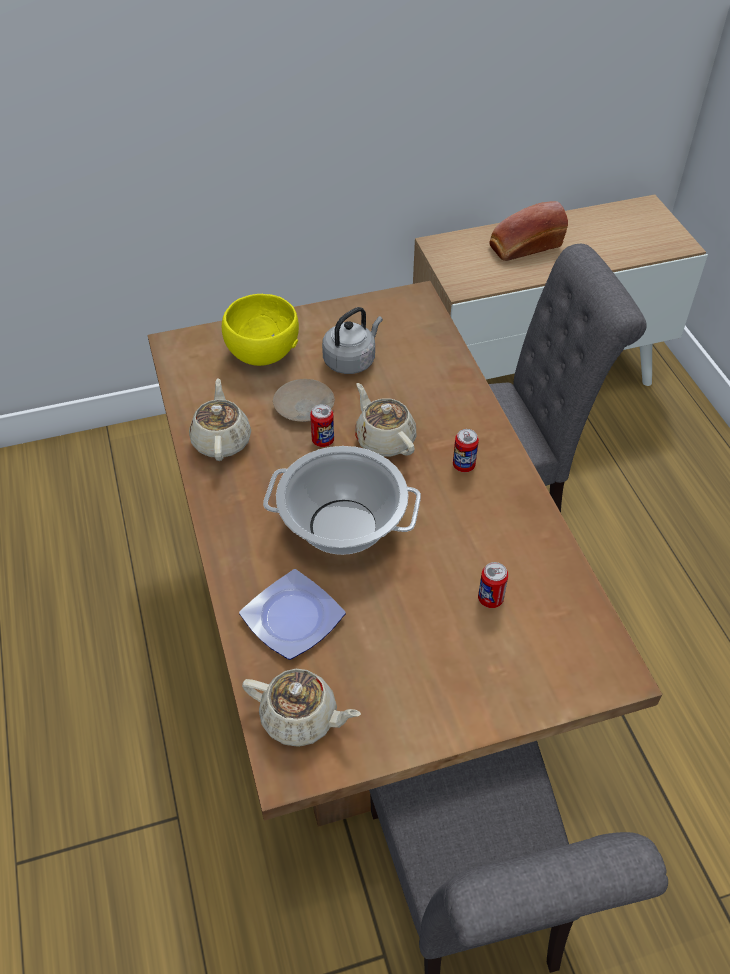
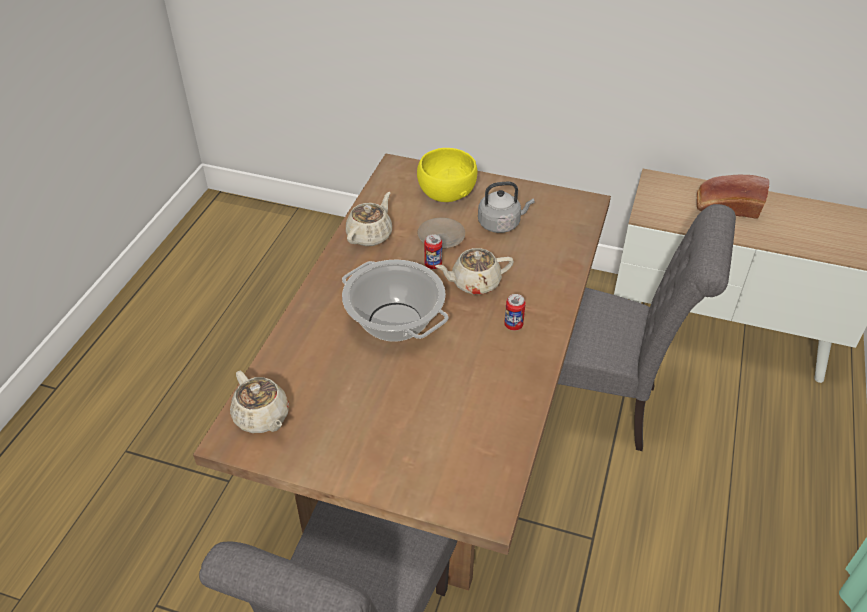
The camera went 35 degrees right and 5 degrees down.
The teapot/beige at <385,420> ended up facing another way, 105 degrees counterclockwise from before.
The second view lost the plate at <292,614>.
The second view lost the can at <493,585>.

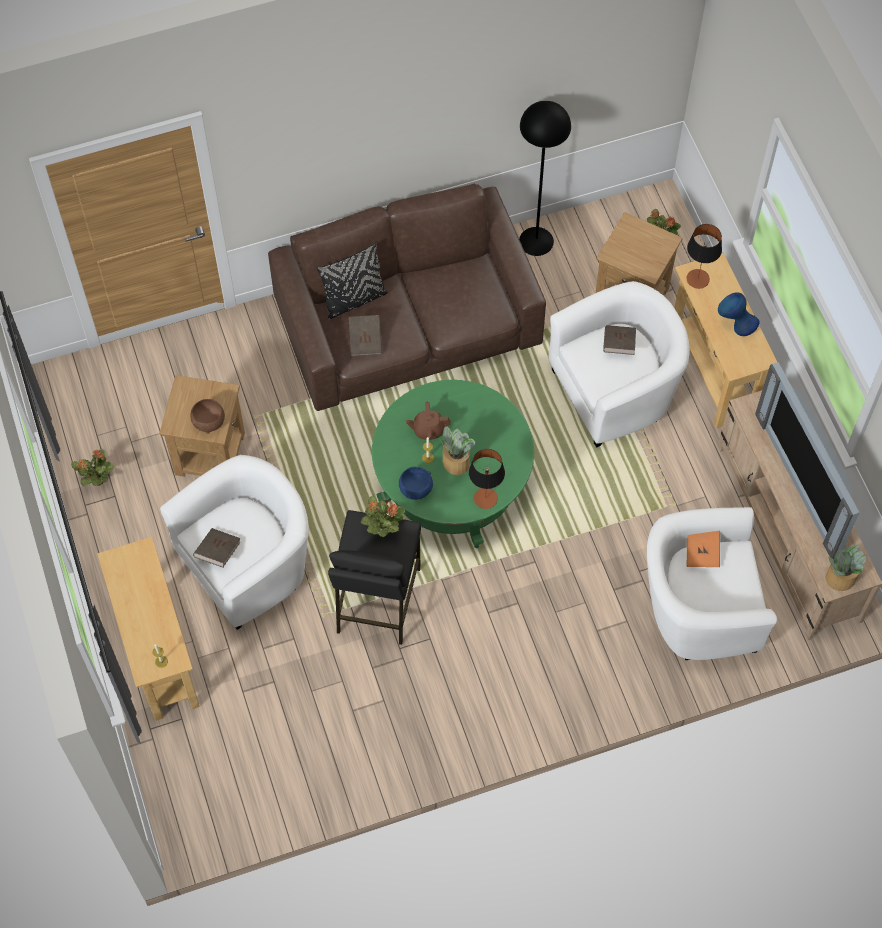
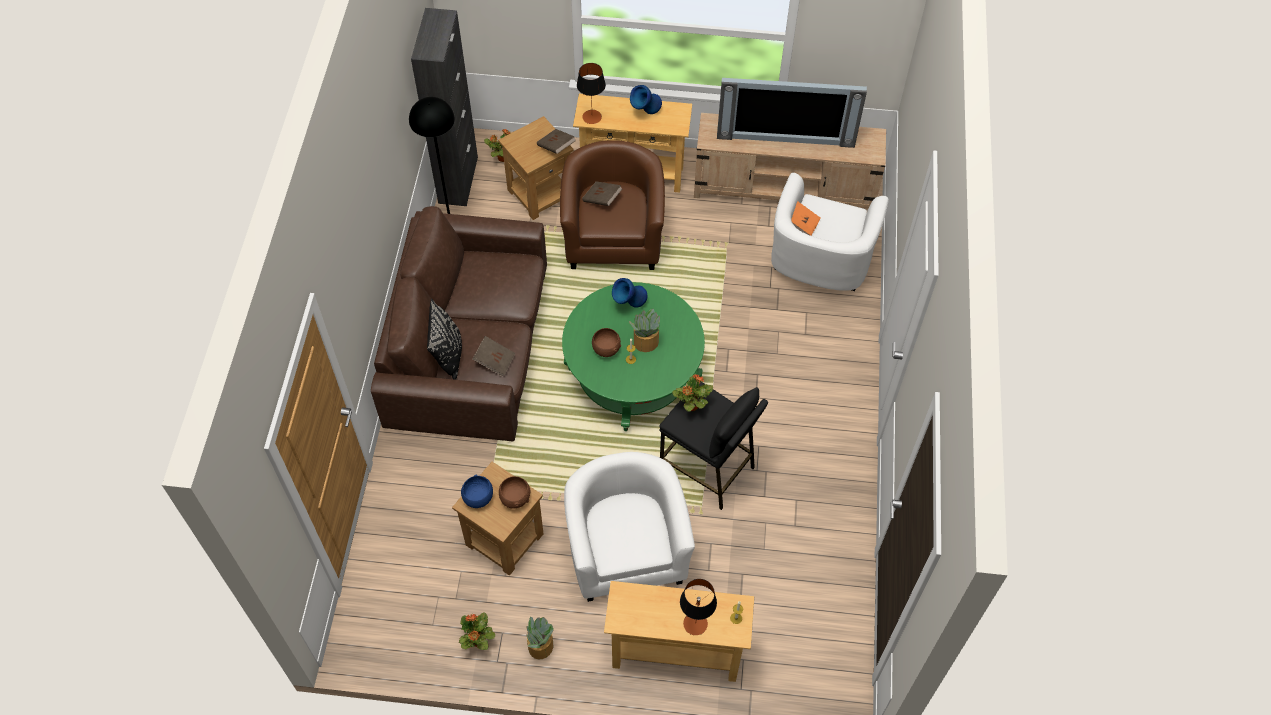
The camera went 65 degrees left and 5 degrees down.
The second view gained the cabinet/black at <444,107>.
The bowl/blue ended up elsewhere, having gone from <416,483> to <477,491>.
The potted plant ended up elsewhere, having gone from <846,568> to <540,638>.
The book/brown ended up elsewhere, having gone from <217,548> to <556,141>.
What was the armchair/white at <619,364> turned into the armchair/brown at <612,205>.
Where the teapot/brown stood at <428,421>, the bowl/brown came to stand at <606,342>.
The second view gained the vase/blue at <629,293>.
The table lamp ended up elsewhere, having gone from <487,479> to <698,607>.

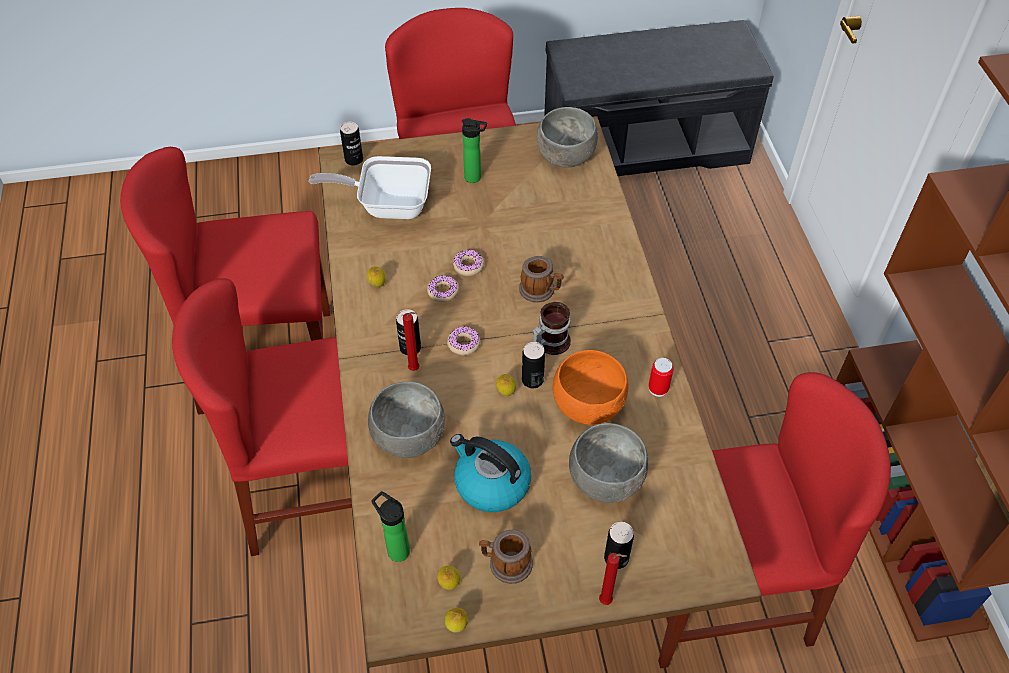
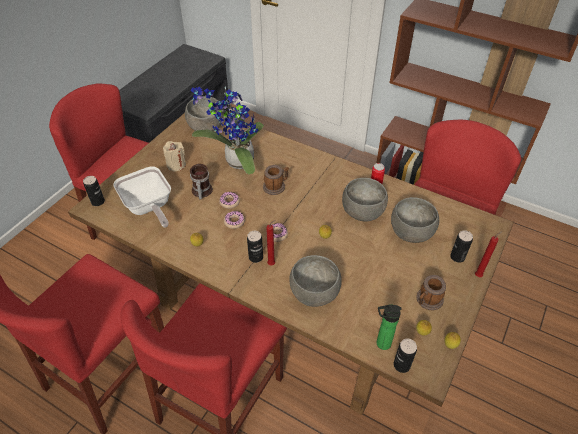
The camera went 50 degrees left and 5 degrees down.
The frying pan at <370,187> ended up facing another way, 75 degrees counterclockwise from before.
Where the bottle stood at <474,150>, the candle/beige came to stand at <174,156>.
The second view gained the potted plant at <227,130>.
The mug ended up elsewhere, having gone from <552,328> to <201,181>.
What was the bowl/orange at <590,387> turned into the bowl/grey at <365,199>.
The can ended up elsewhere, having gone from <533,365> to <405,356>.
The second view lost the kettle at <490,473>.

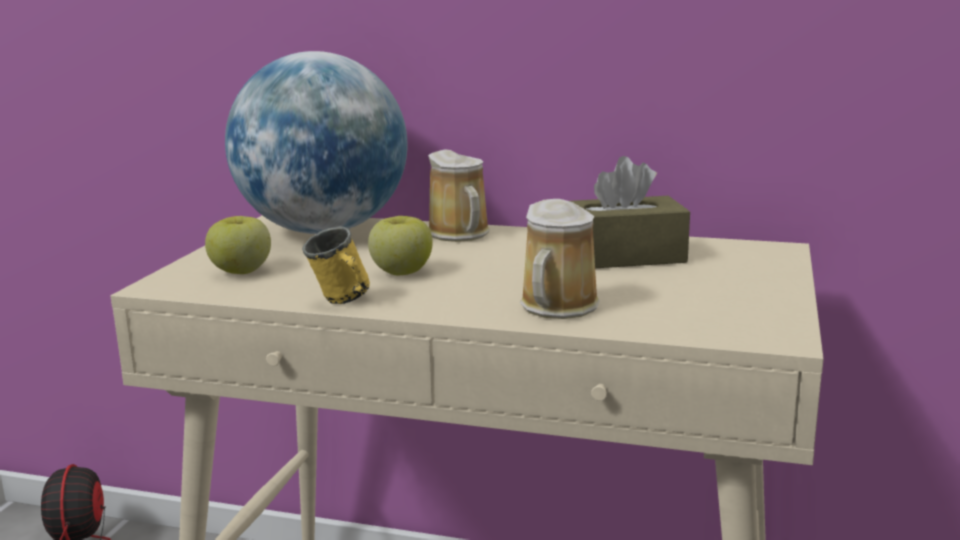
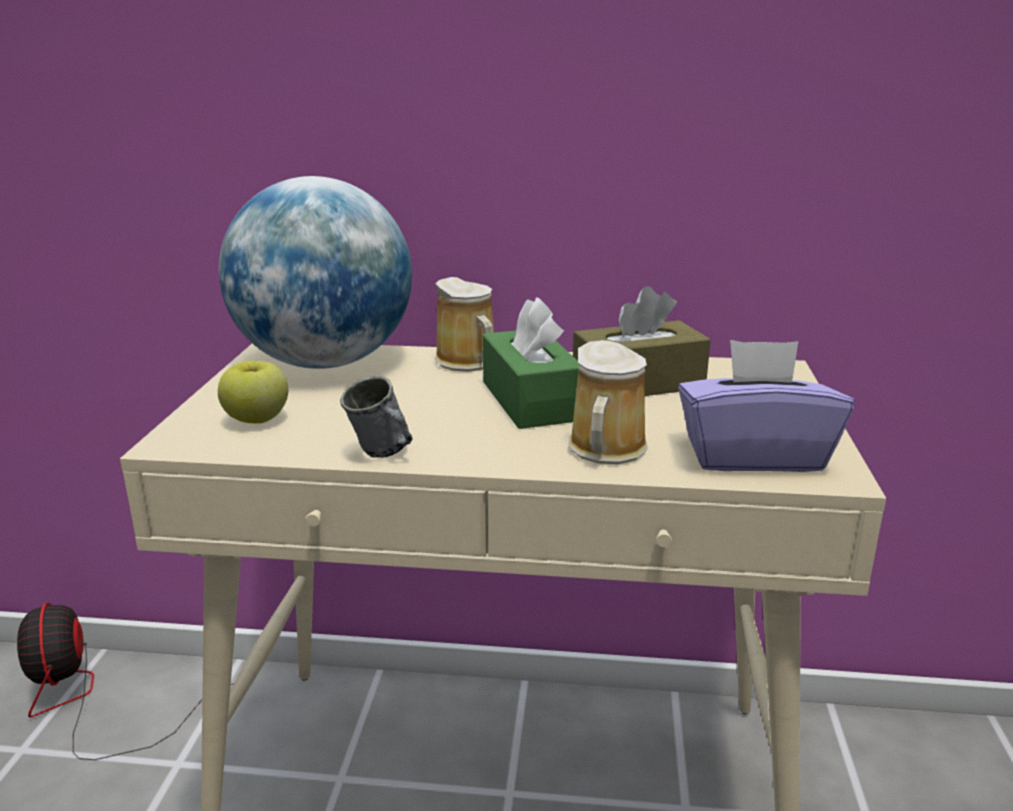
The camera went 10 degrees left and 5 degrees up.
What was the mug/yellow at <336,265> turned into the mug/grey at <376,417>.
The second view gained the tissue box/green at <531,363>.
The second view gained the tissue box/purple at <766,406>.
The second view lost the apple at <400,245>.

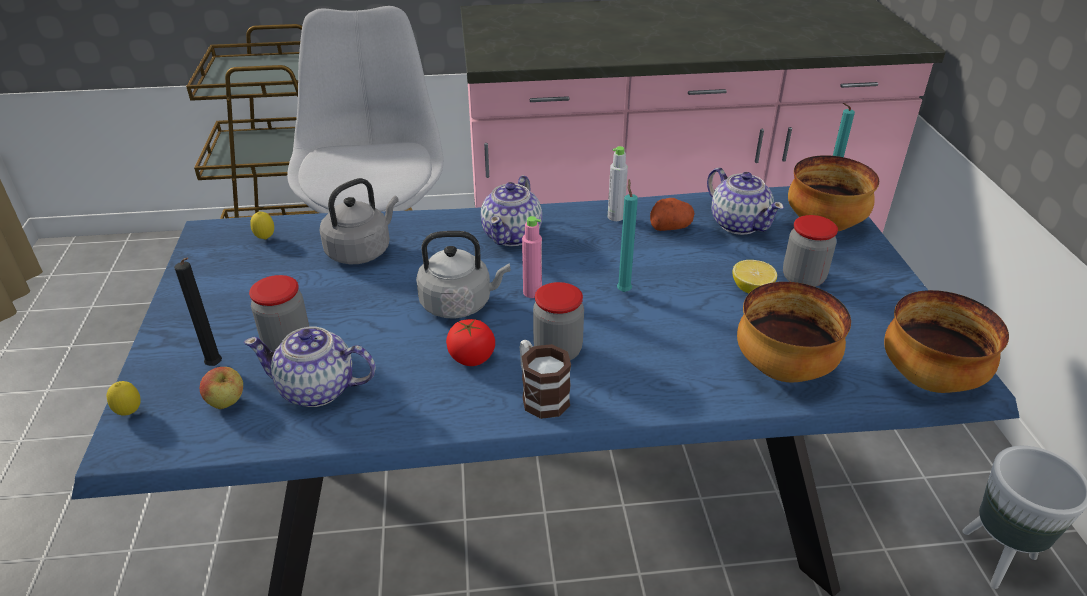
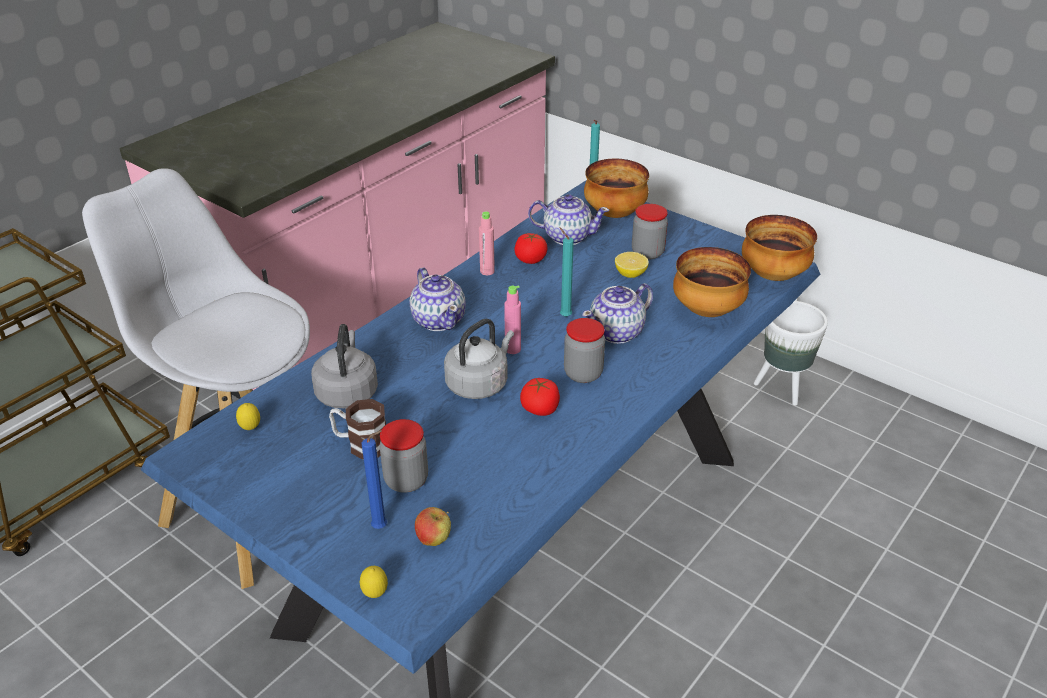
The camera went 45 degrees left and 0 degrees up.
The mug ended up elsewhere, having gone from <545,379> to <357,429>.
What was the candle/black at <198,312> turned into the candle/blue at <374,479>.
What was the bottle/grey at <618,183> turned into the bottle/pink at <487,243>.
Where the potato stood at <672,214>, the tomato came to stand at <531,248>.
The teapot ended up elsewhere, having gone from <310,367> to <617,313>.

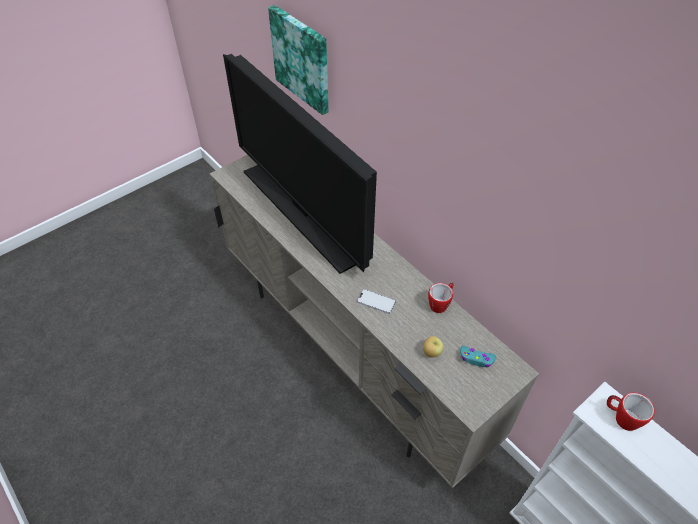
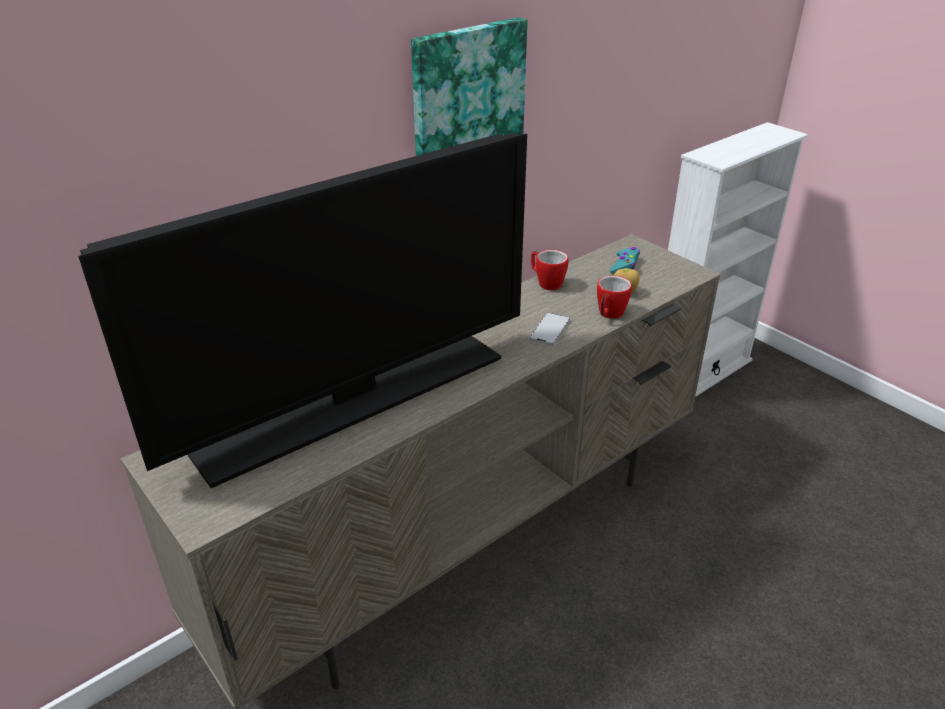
The camera went 90 degrees left and 15 degrees down.
The picture ended up elsewhere, having gone from <298,60> to <469,86>.
The mug ended up elsewhere, having gone from <631,412> to <614,297>.

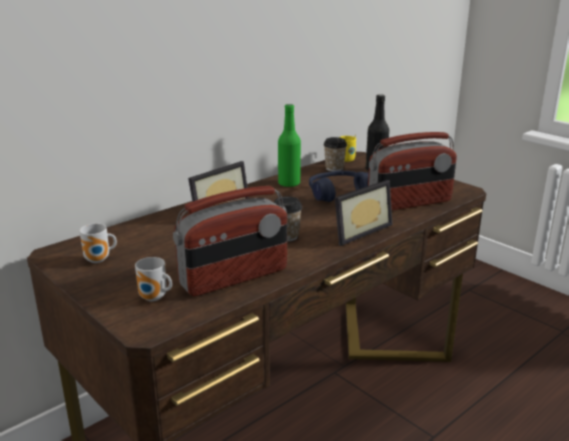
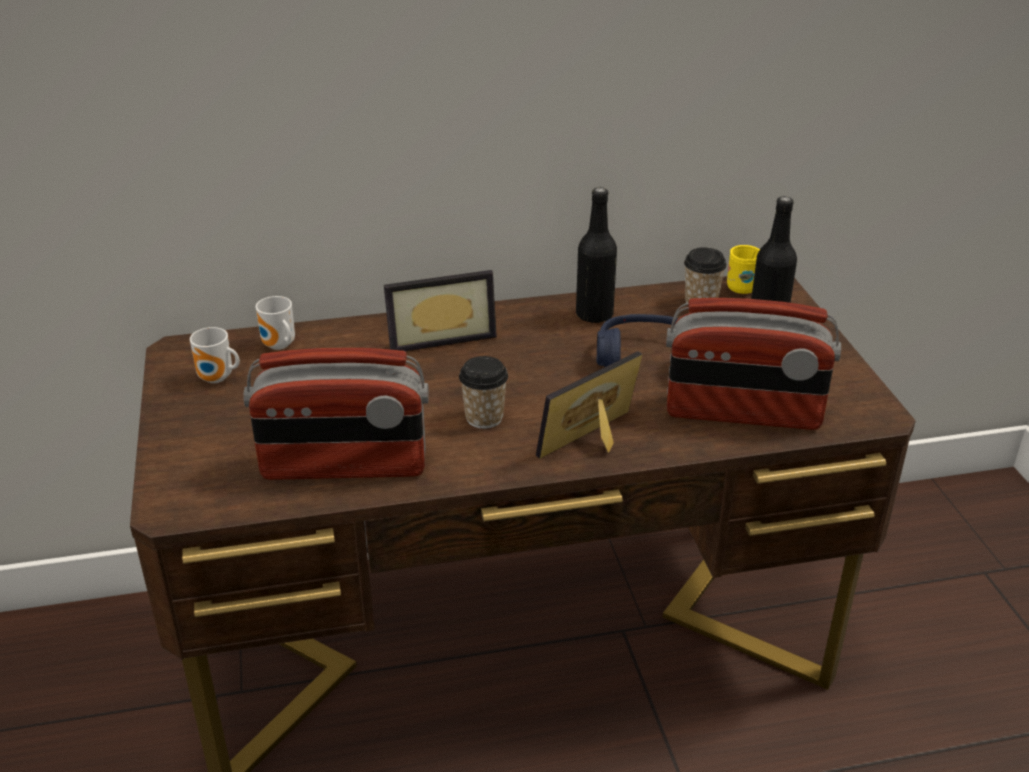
The camera went 30 degrees right and 10 degrees up.
The mug ended up elsewhere, having gone from <153,279> to <275,323>.
The picture frame at <364,213> ended up facing another way, 150 degrees clockwise from before.
What was the bottle/green at <289,145> turned into the bottle/black at <596,255>.

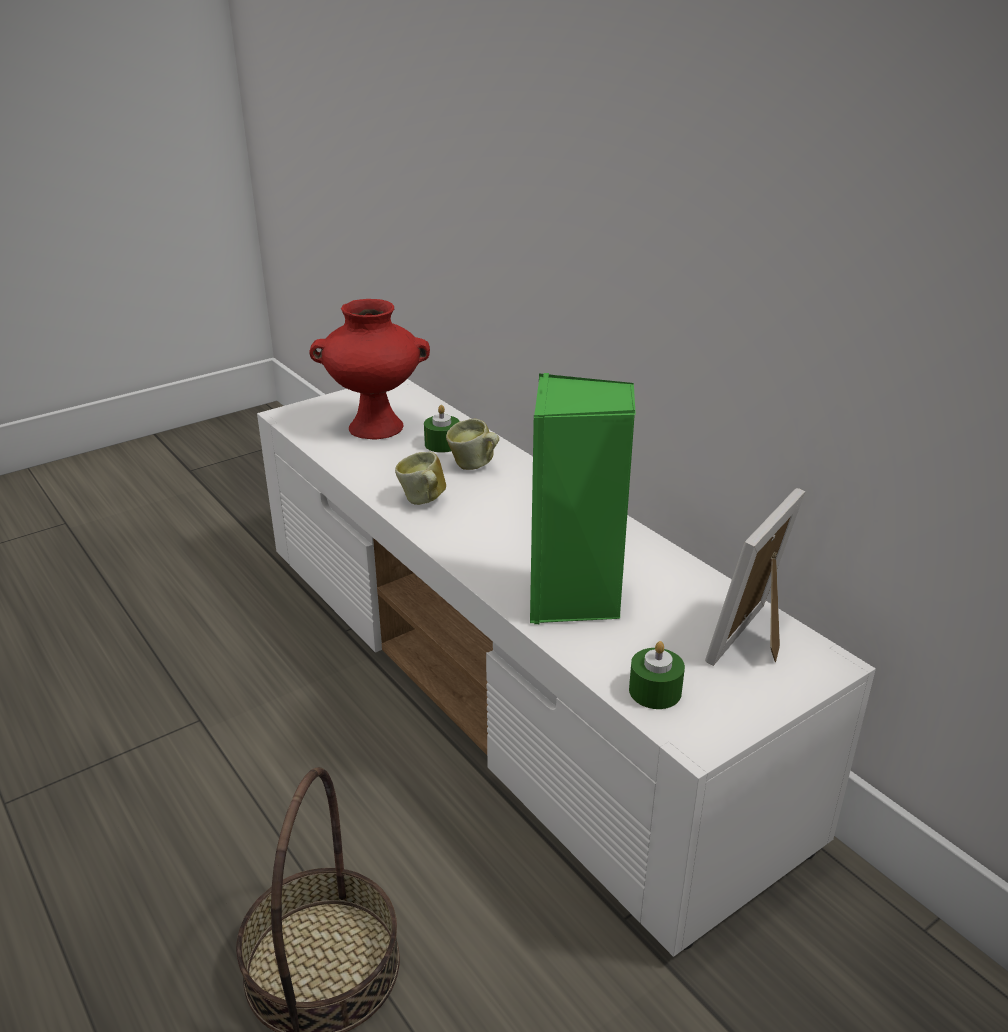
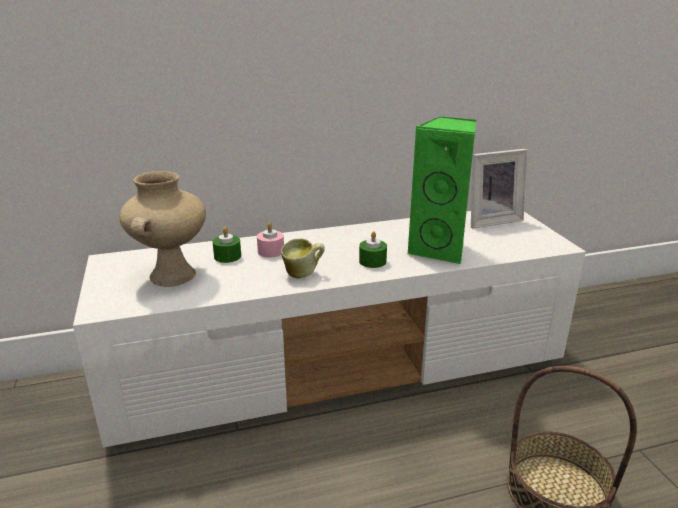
The camera went 70 degrees left and 5 degrees down.
What was the vase/red at <369,369> turned into the vase/beige at <162,229>.
Where the mug stood at <472,444>, the candle/pink came to stand at <270,240>.
The candle/green ended up elsewhere, having gone from <657,675> to <373,249>.
The picture frame at <755,577> ended up facing another way, 75 degrees counterclockwise from before.

